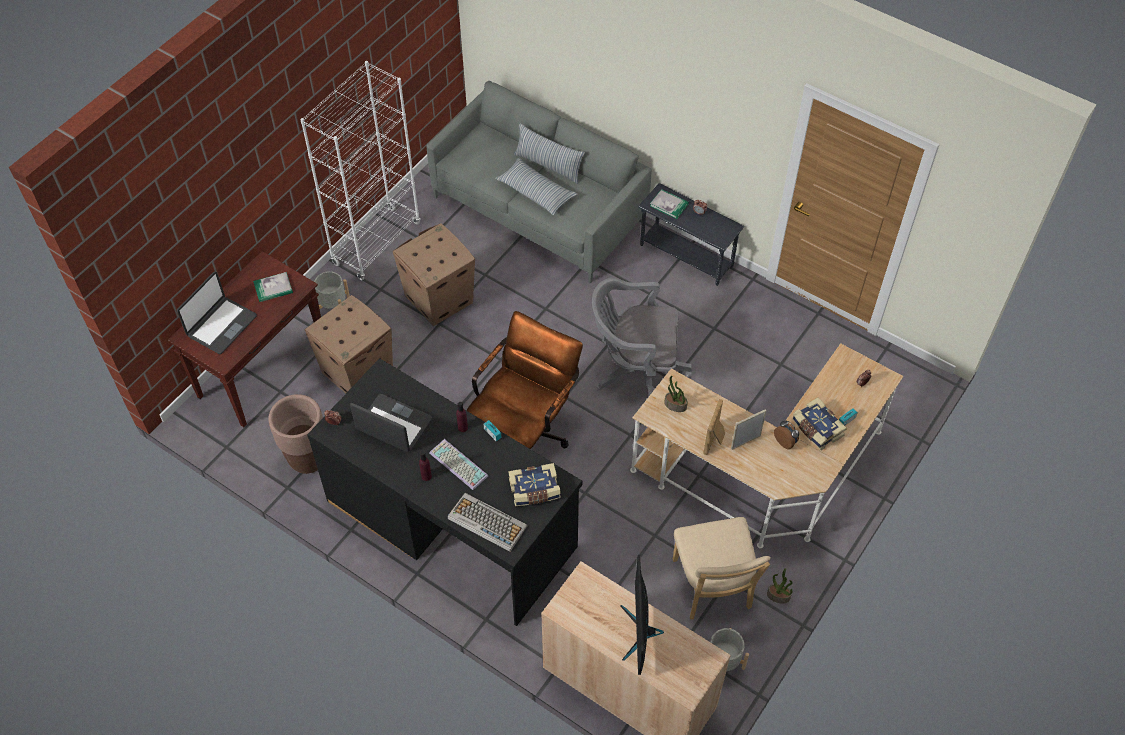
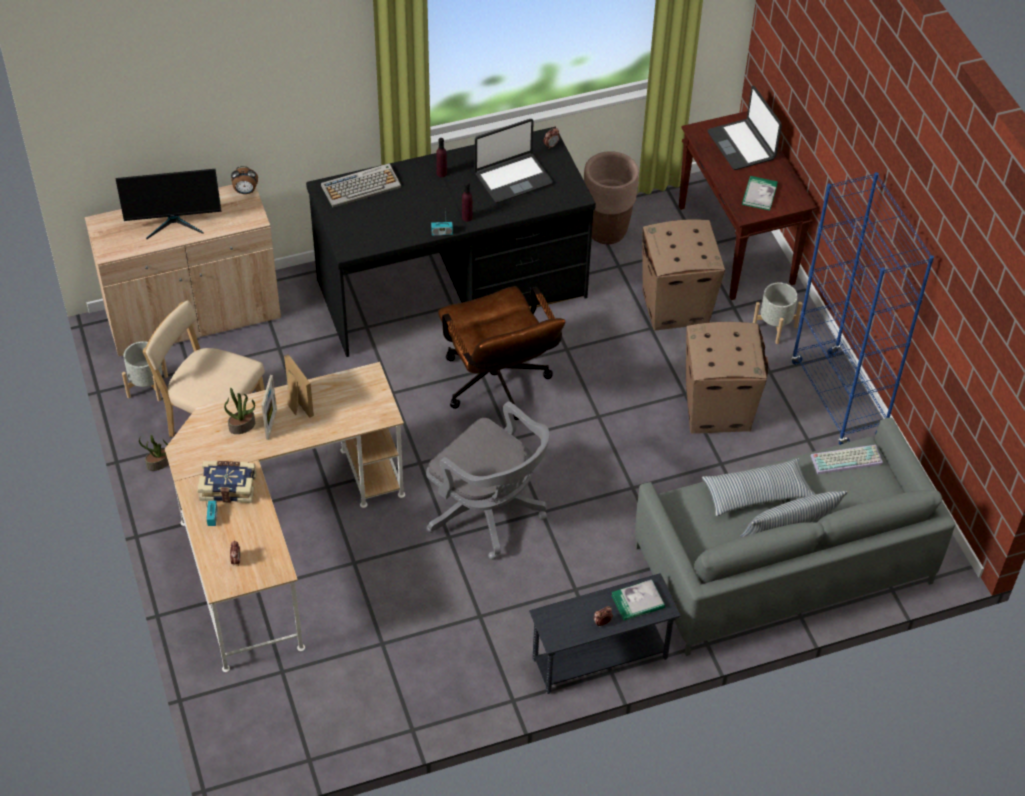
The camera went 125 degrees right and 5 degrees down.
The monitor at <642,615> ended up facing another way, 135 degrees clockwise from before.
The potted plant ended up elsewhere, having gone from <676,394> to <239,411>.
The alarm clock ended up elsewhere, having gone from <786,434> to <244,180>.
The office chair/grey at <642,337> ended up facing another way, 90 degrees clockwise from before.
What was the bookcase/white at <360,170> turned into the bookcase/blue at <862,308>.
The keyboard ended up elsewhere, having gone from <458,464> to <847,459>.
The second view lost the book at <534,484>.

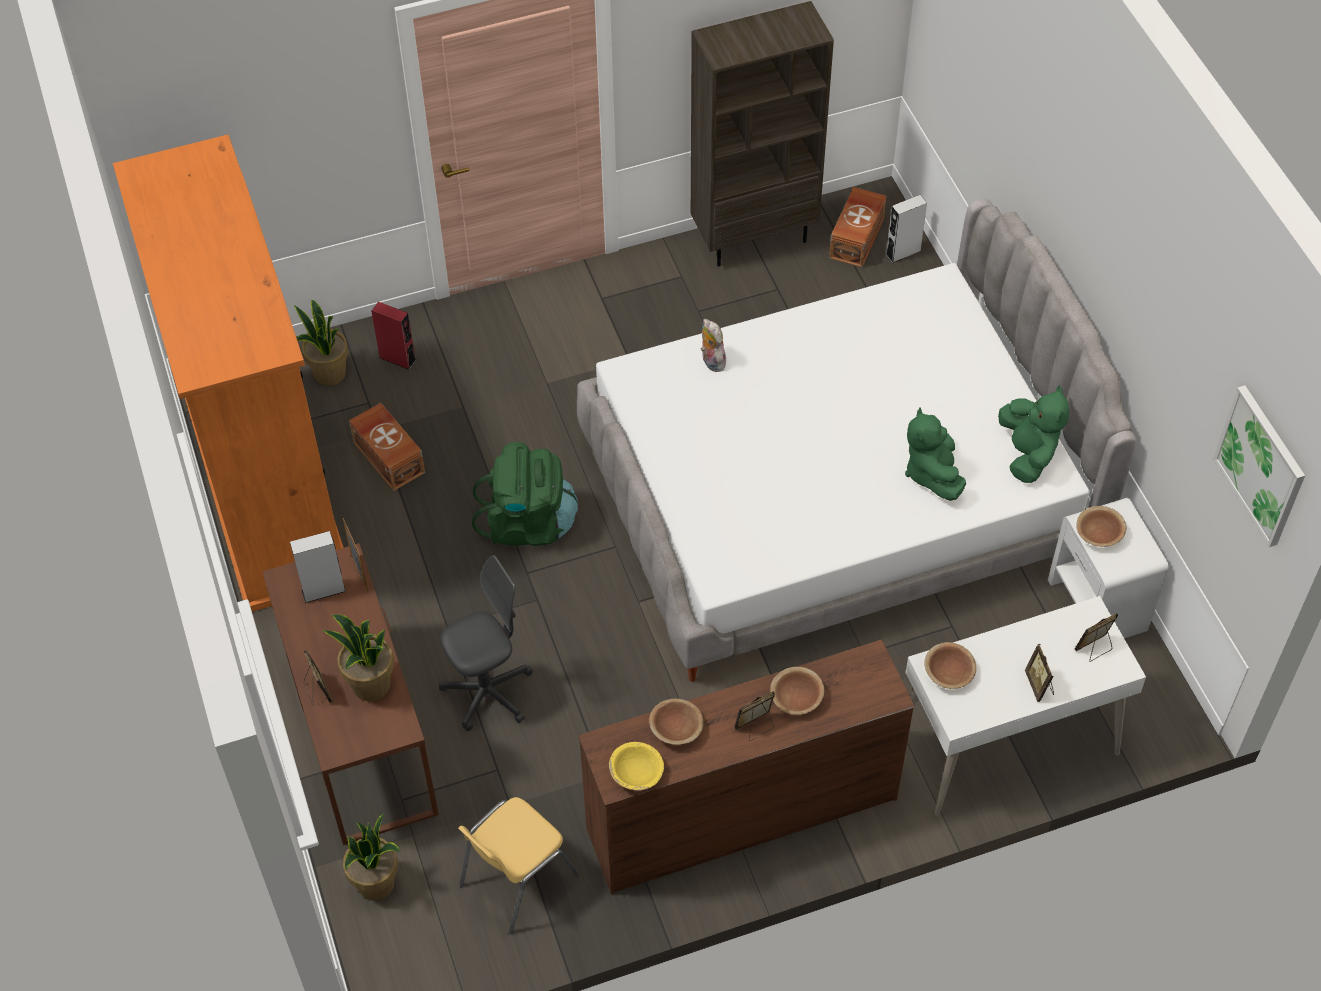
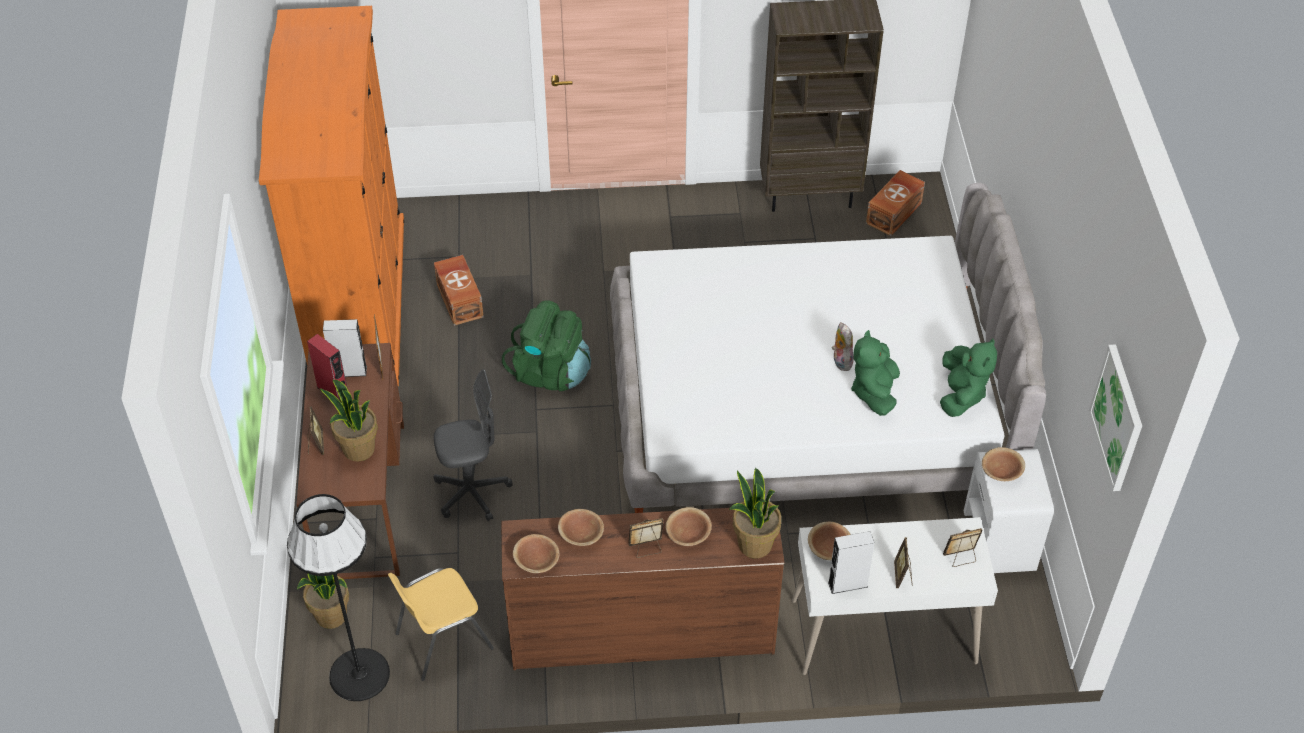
The camera went 15 degrees right and 5 degrees down.
The second view gained the floor lamp/black at <338,597>.
The speaker/red ended up elsewhere, having gone from <393,336> to <327,368>.
What was the bowl/yellow at <636,766> turned into the bowl/brown at <536,553>.
The potted plant ended up elsewhere, having gone from <321,343> to <755,513>.
The speaker/grey ended up elsewhere, having gone from <906,229> to <851,562>.
The plush toy ended up elsewhere, having gone from <714,345> to <843,346>.

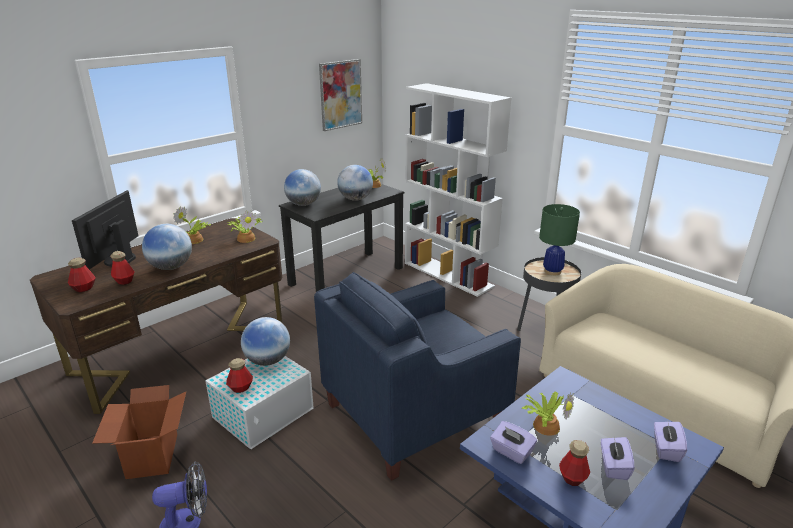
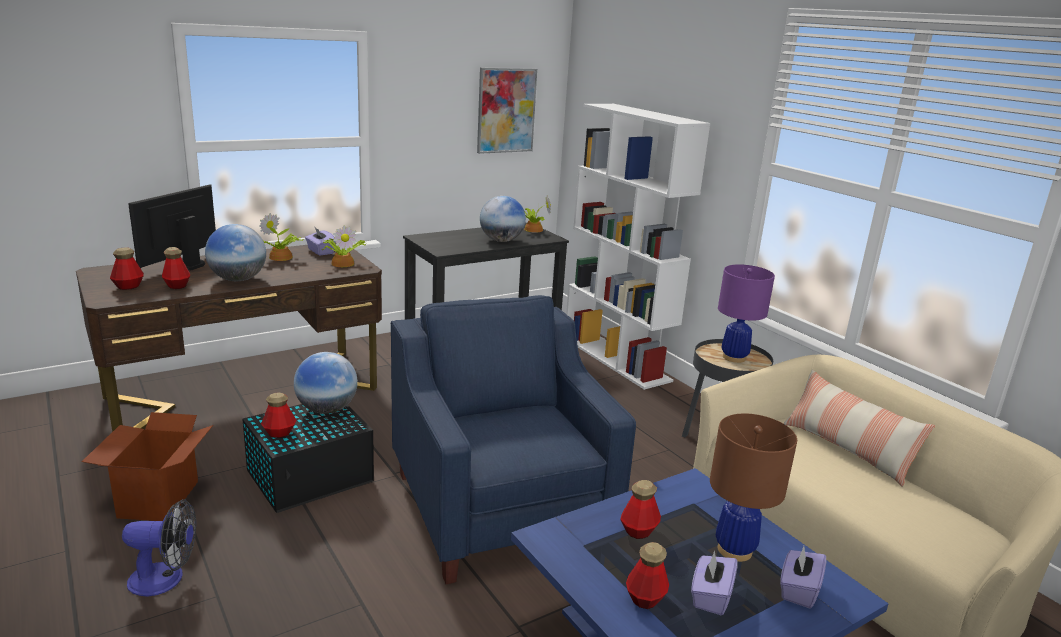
The camera went 10 degrees right and 5 degrees down.
What was the storage box/white at <259,402> turned into the storage box/black at <308,458>.
The tissue box/purple ended up elsewhere, having gone from <513,442> to <320,242>.
The armchair/blue at <417,376> ended up facing another way, 90 degrees clockwise from before.
Where the potted plant stood at <548,413>, the bottle came to stand at <640,509>.
The second view gained the table lamp/brown at <753,487>.
What was the table lamp/green at <559,239> turned into the table lamp/purple at <746,313>.
The second view gained the pillow at <859,428>.
The second view lost the globe at <302,187>.

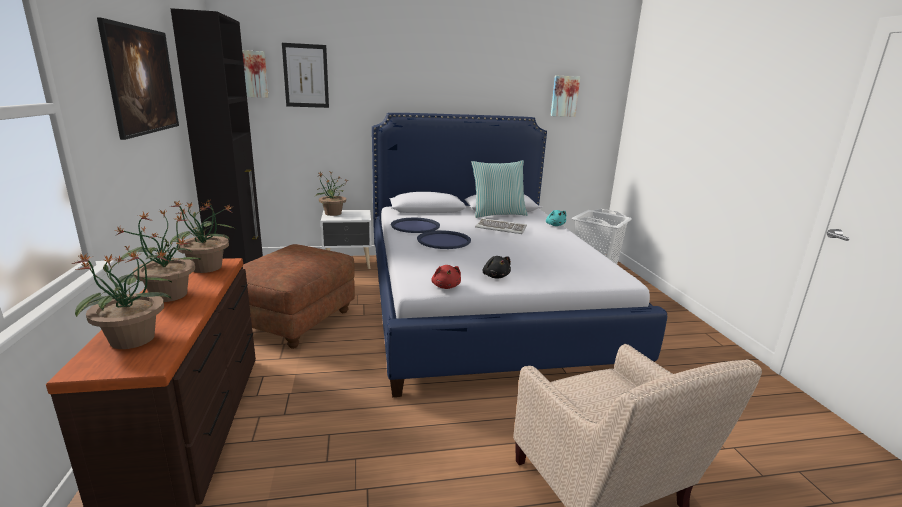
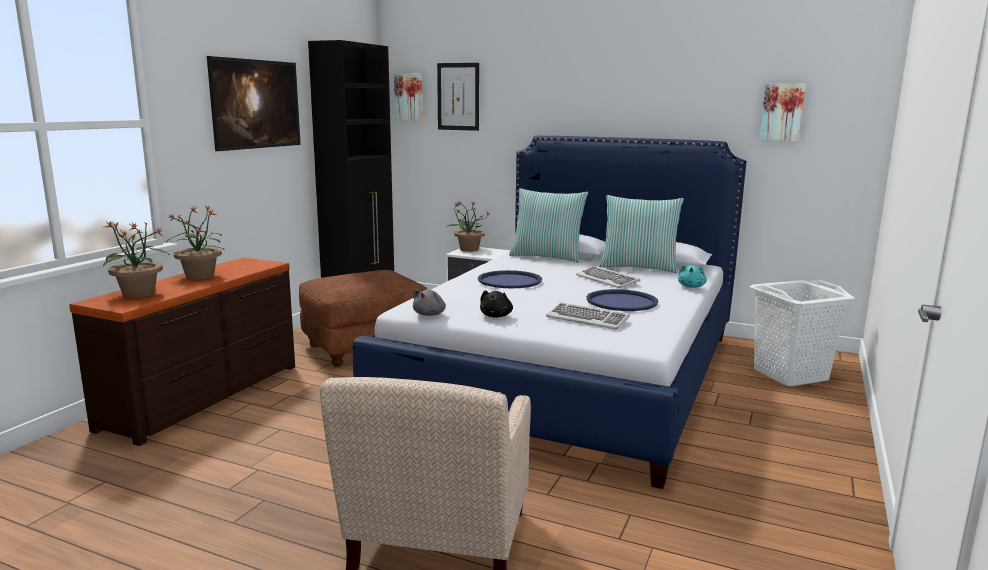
The camera went 35 degrees right and 5 degrees down.
What was the plush toy/red at <446,277> turned into the plush toy/grey at <429,302>.
The second view gained the pillow at <548,225>.
The second view gained the keyboard at <588,315>.
The tray/blue ended up elsewhere, having gone from <415,225> to <622,300>.
The second view lost the potted plant at <203,236>.

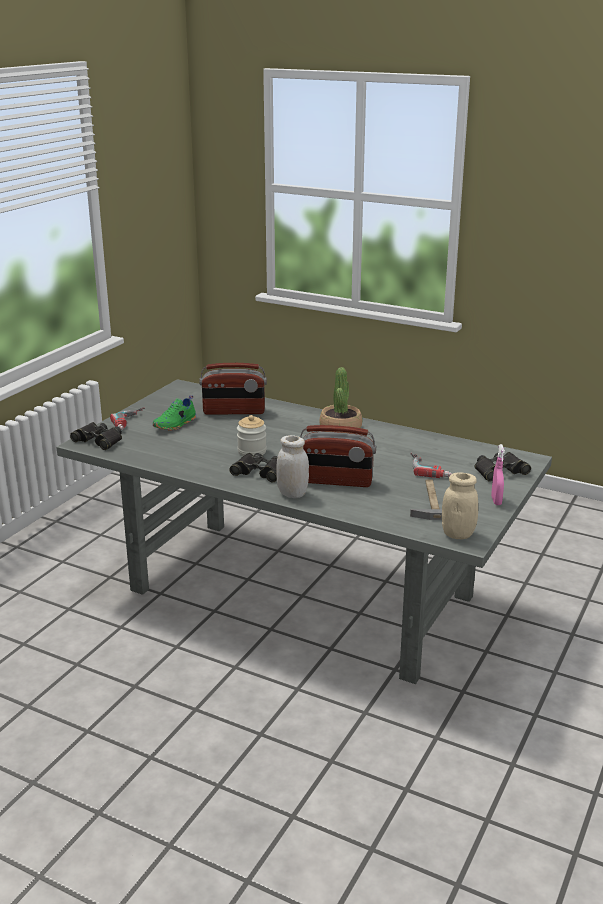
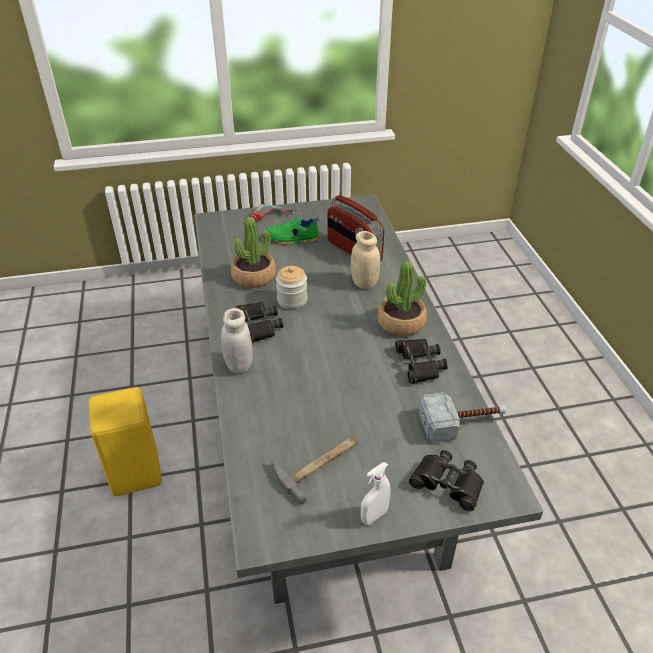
The camera went 50 degrees right and 15 degrees up.
The second view gained the stool/yellow at <125,441>.
The second view gained the potted plant at <253,252>.
The jar/beige ended up elsewhere, having gone from <460,505> to <365,260>.
What was the spray bottle/pink at <498,474> turned into the spray bottle/white at <375,493>.
The binoculars/black ended up elsewhere, having gone from <96,436> to <421,361>.
The second view gained the hammer at <463,418>.
The second view lost the radio at <338,456>.
The second view lost the power drill at <431,465>.

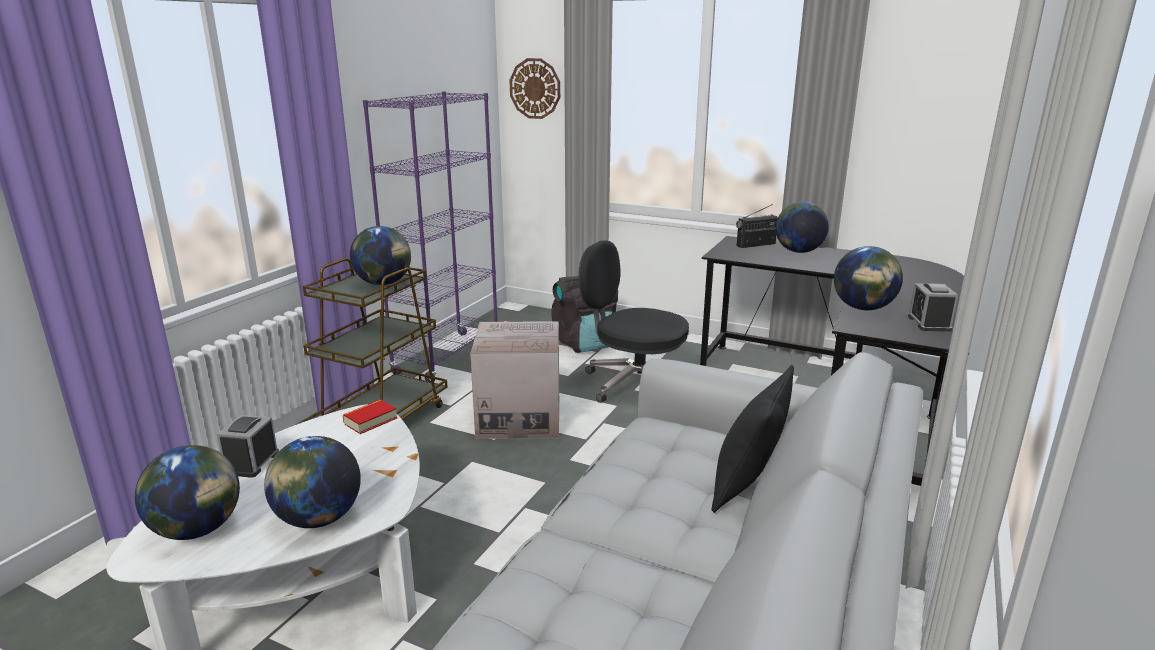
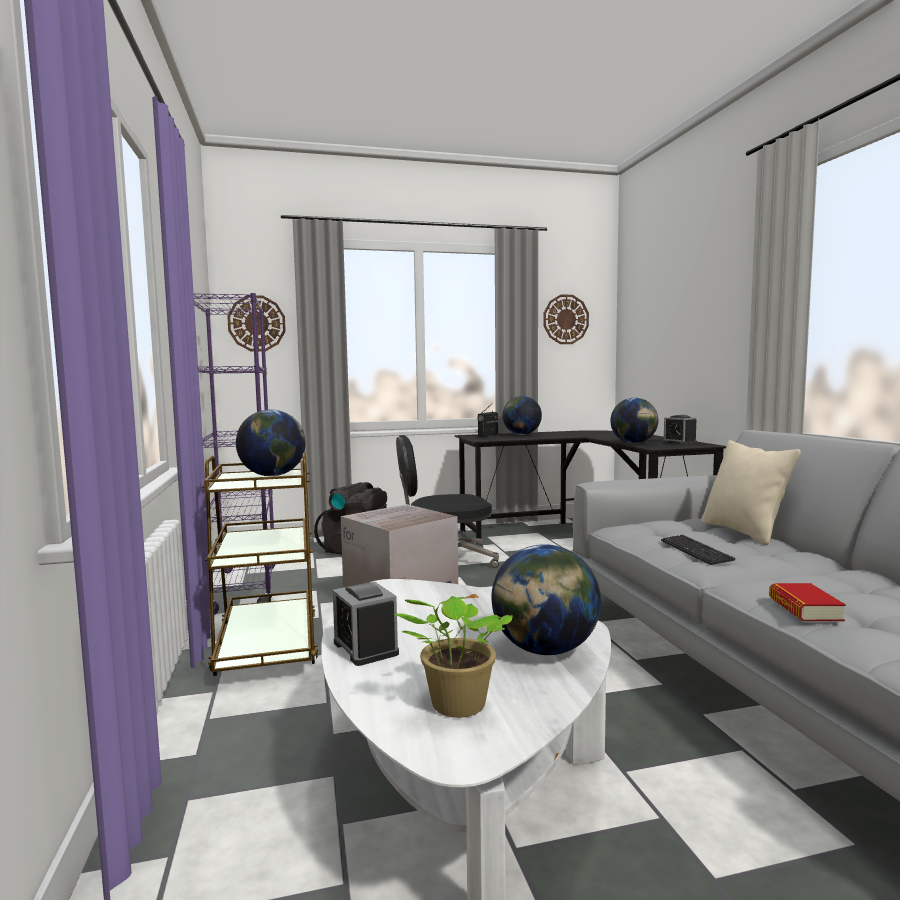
The camera went 40 degrees left and 15 degrees down.
Where the globe stood at <187,492>, the potted plant came to stand at <453,657>.
The second view gained the wall clock at <566,319>.
The second view gained the keyboard at <698,550>.
What was the pillow/black at <753,439> turned into the pillow/beige at <751,492>.
The book ended up elsewhere, having gone from <370,416> to <807,602>.

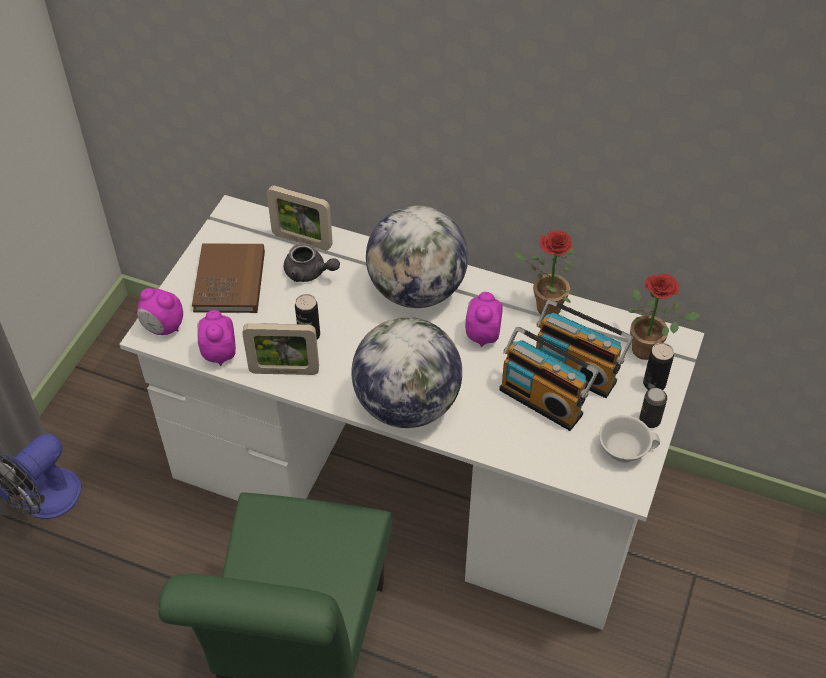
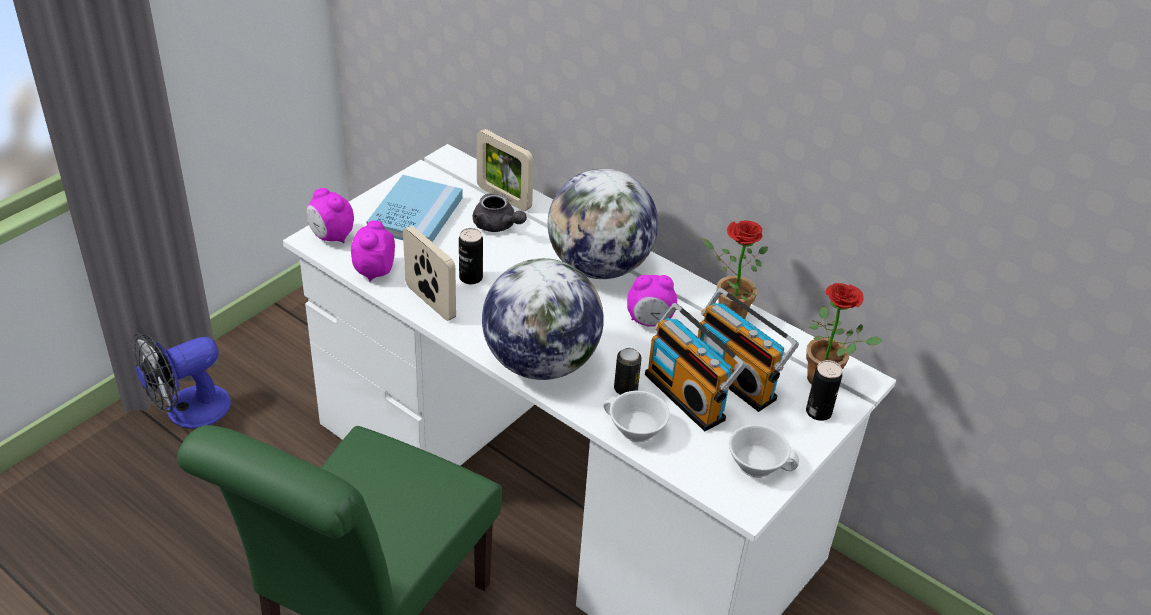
The camera went 15 degrees right and 10 degrees down.
What was the book/brown at <228,278> turned into the book/blue at <415,208>.
The picture frame at <280,349> ended up facing another way, 150 degrees counterclockwise from before.
The second view gained the cup/white at <636,416>.
The can ended up elsewhere, having gone from <653,408> to <628,371>.
The alarm clock at <484,319> ended up facing another way, 120 degrees counterclockwise from before.

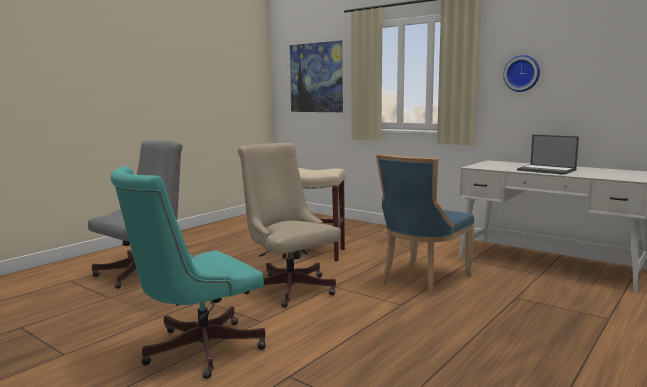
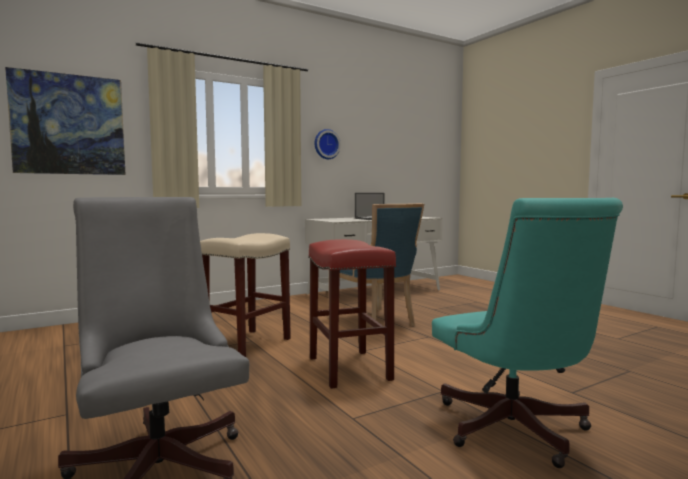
The camera went 70 degrees left and 5 degrees down.
Where the office chair/beige stood at <289,225>, the stool/red came to stand at <352,314>.

